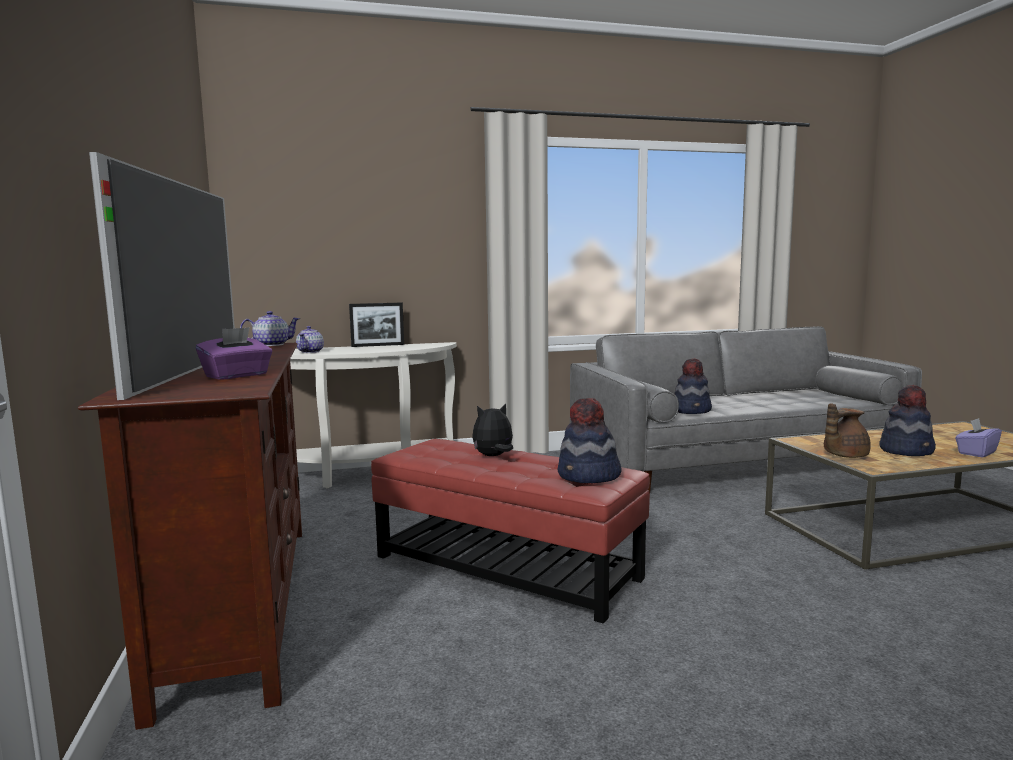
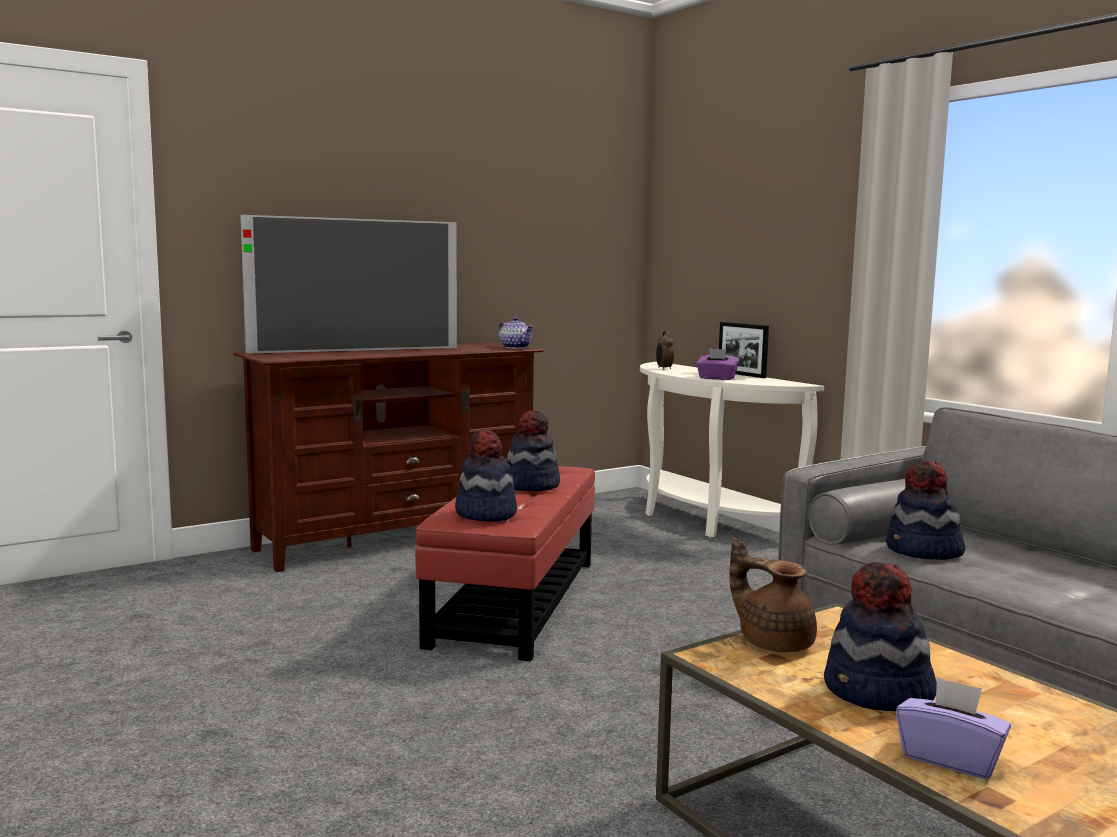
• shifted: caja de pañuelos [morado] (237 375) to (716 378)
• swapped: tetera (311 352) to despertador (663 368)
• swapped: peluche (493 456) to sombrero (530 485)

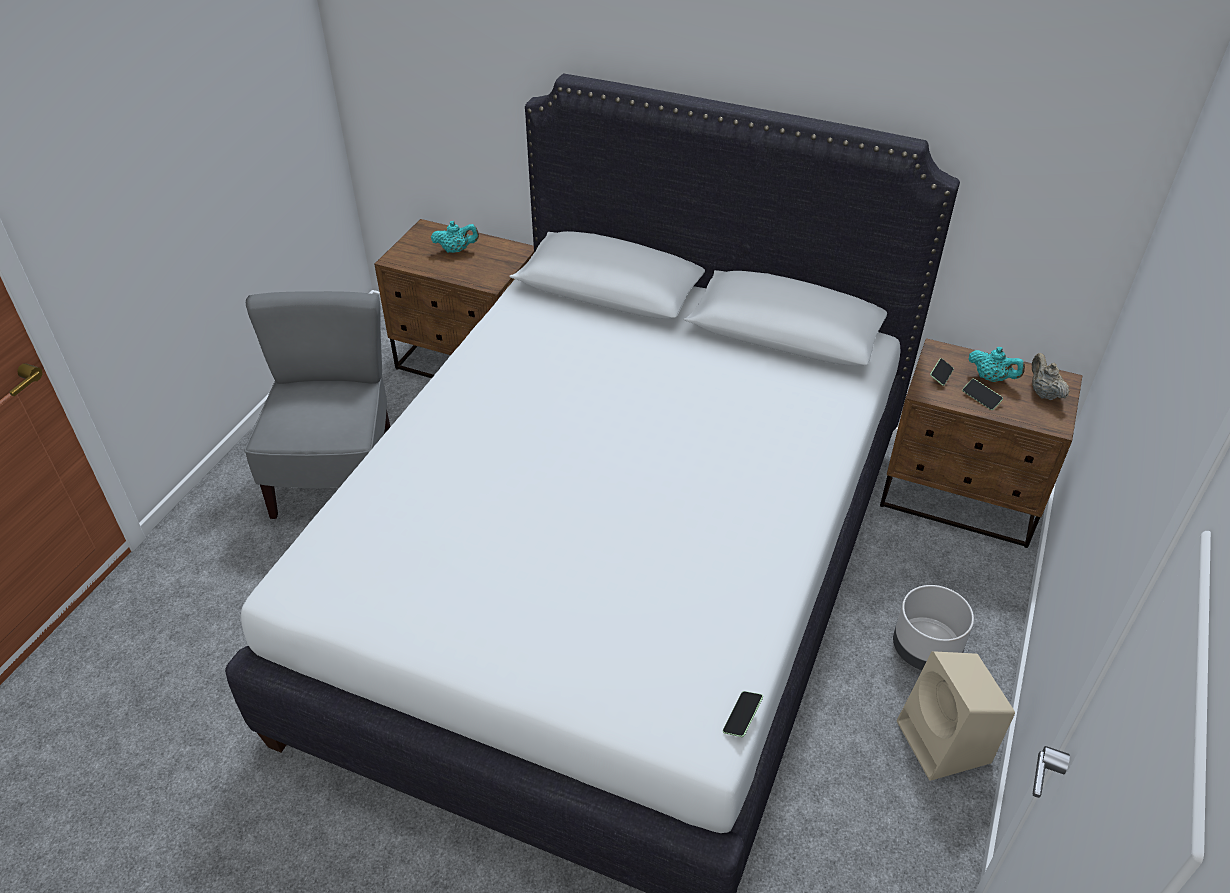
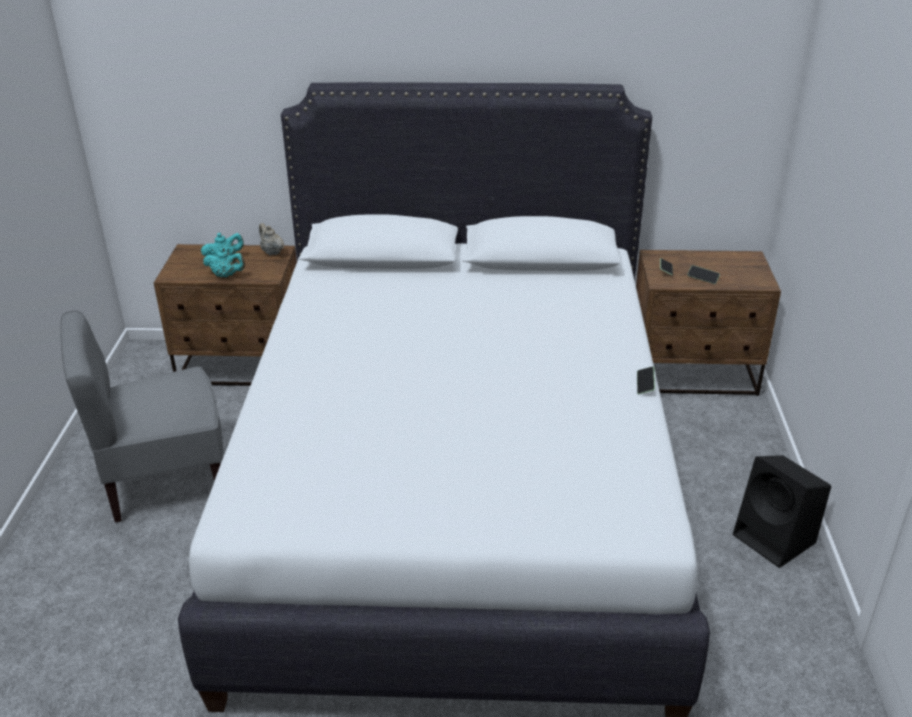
• gone: maceta [gris] (925 649)
• shifted: móvil (742 718) to (645 384)
• shifted: tetera [turquesa] (991 378) to (226 276)
• shifted: tetera [beis] (1043 393) to (272 252)
• repainted: altavoz [beis] (945 744) to altavoz [negro] (776 540)
• rotated: silla [gris] (338 479) = (165 481) 90 degrees counterclockwise

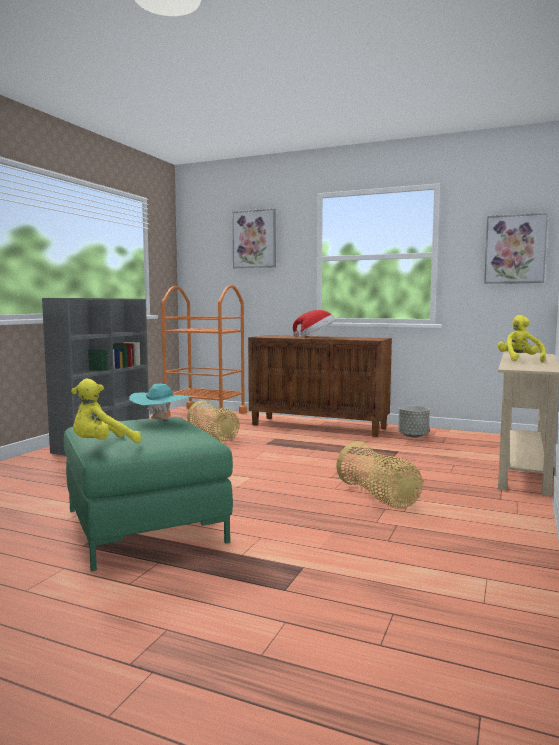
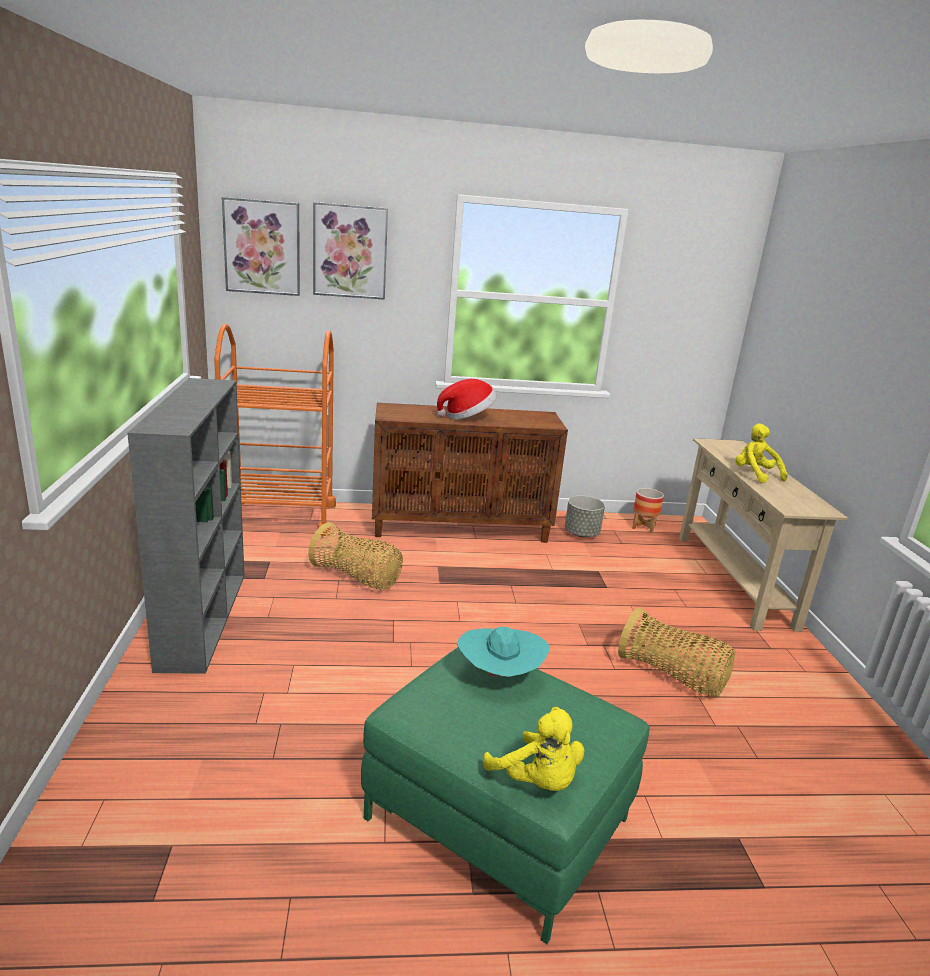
• new: maceta (643 527)
• shifted: cuadro (515 249) to (262 247)
• rotated: peluche [amarillo] (102 445) = (537 781) 60 degrees counterclockwise

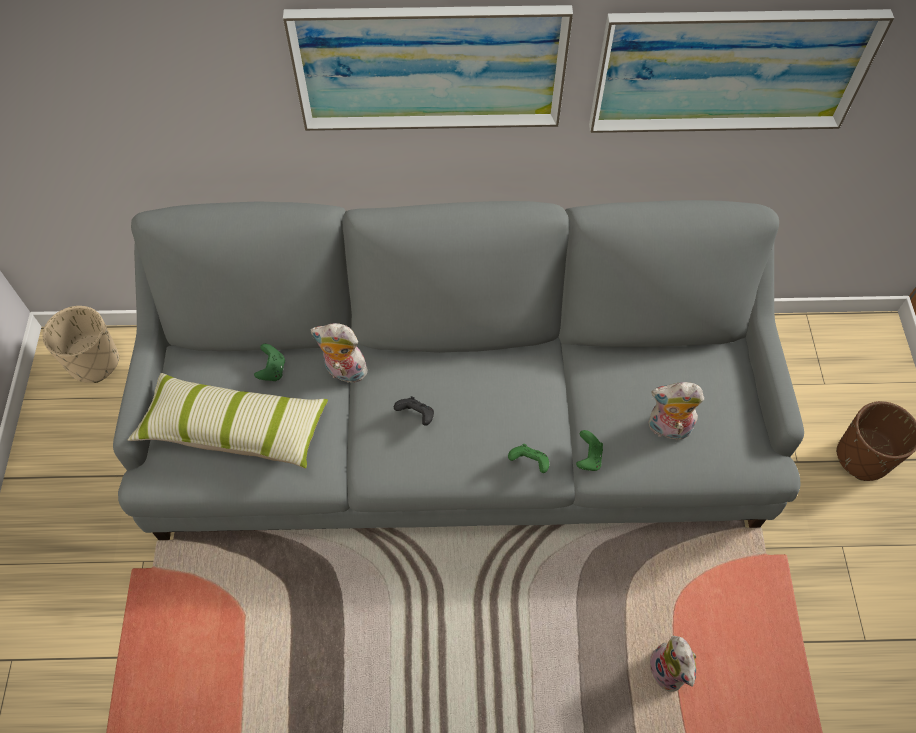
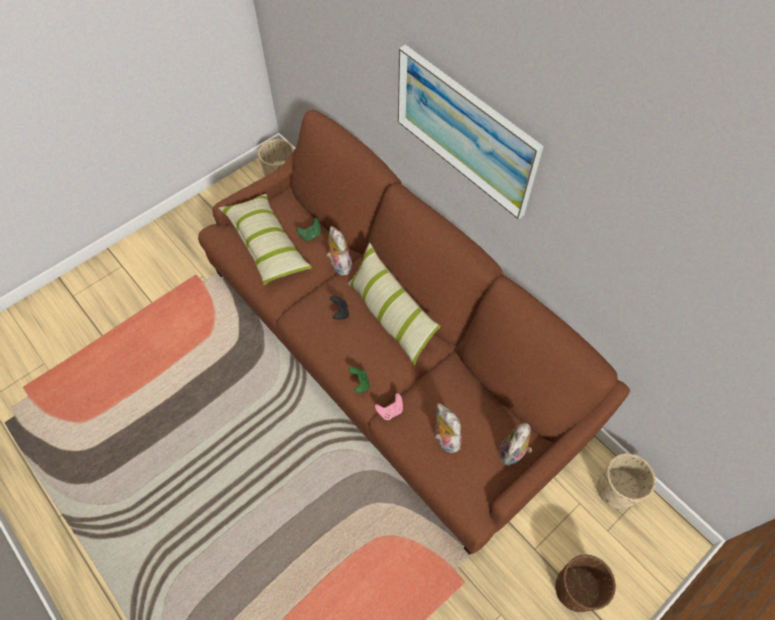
• gone: cuadro (730 70)
• new: cojín (390 316)
• new: maceta [beis] (616 489)
• shifted: peluche (669 671) to (512 454)
• repainted: sofá [gris] (459 428) to sofá [marrón] (387 352)
• repainted: mando de consola [verde] (588 458) to mando de consola [rosa] (390 411)

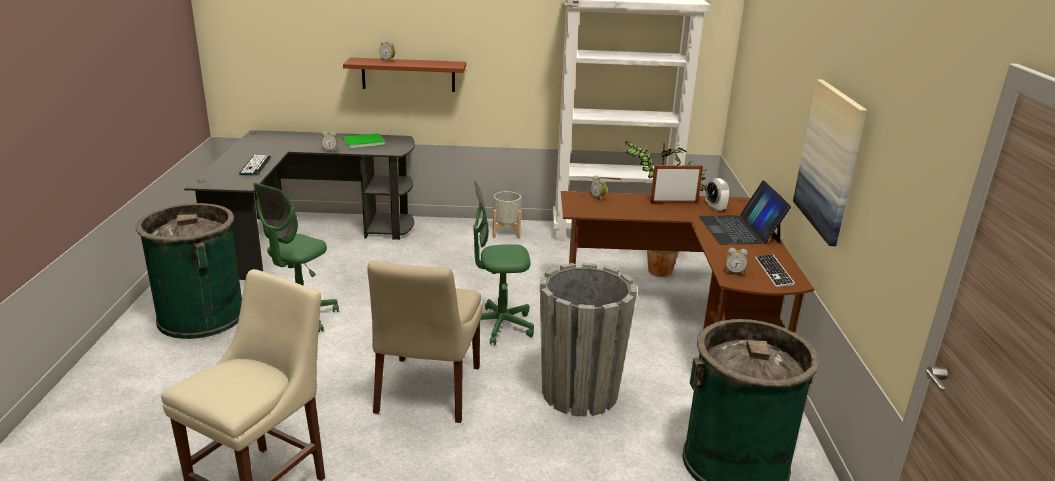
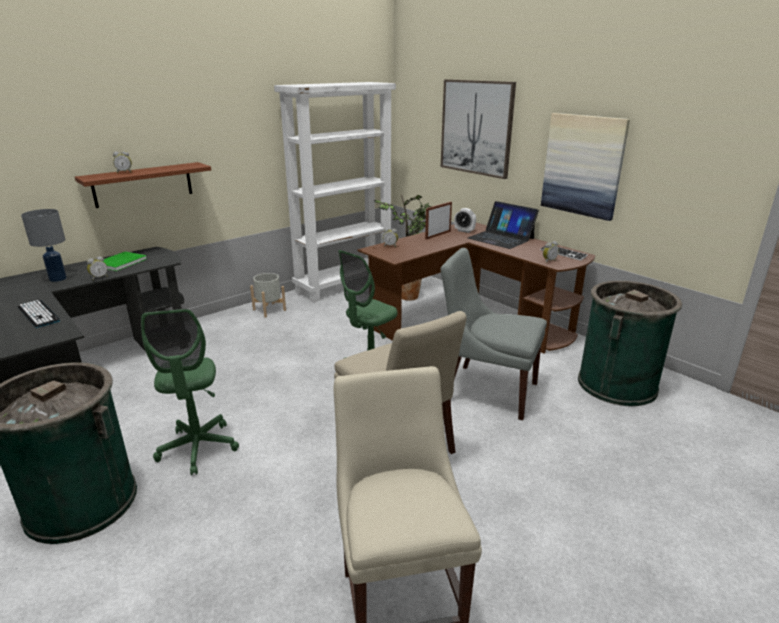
• new: lámpara de mesa [gris] (57 279)
• new: cuadro (476 127)
• swapped: maceta [gris] (579 392) to silla [gris] (487 390)

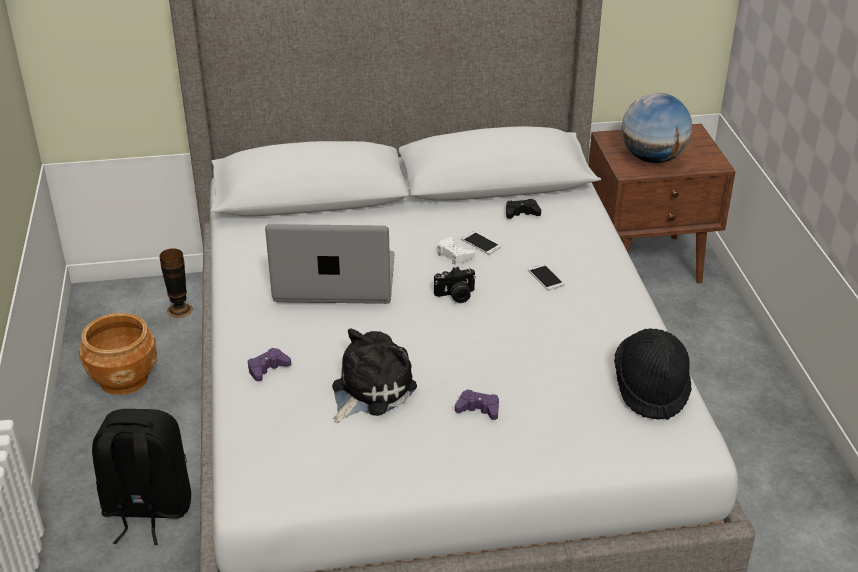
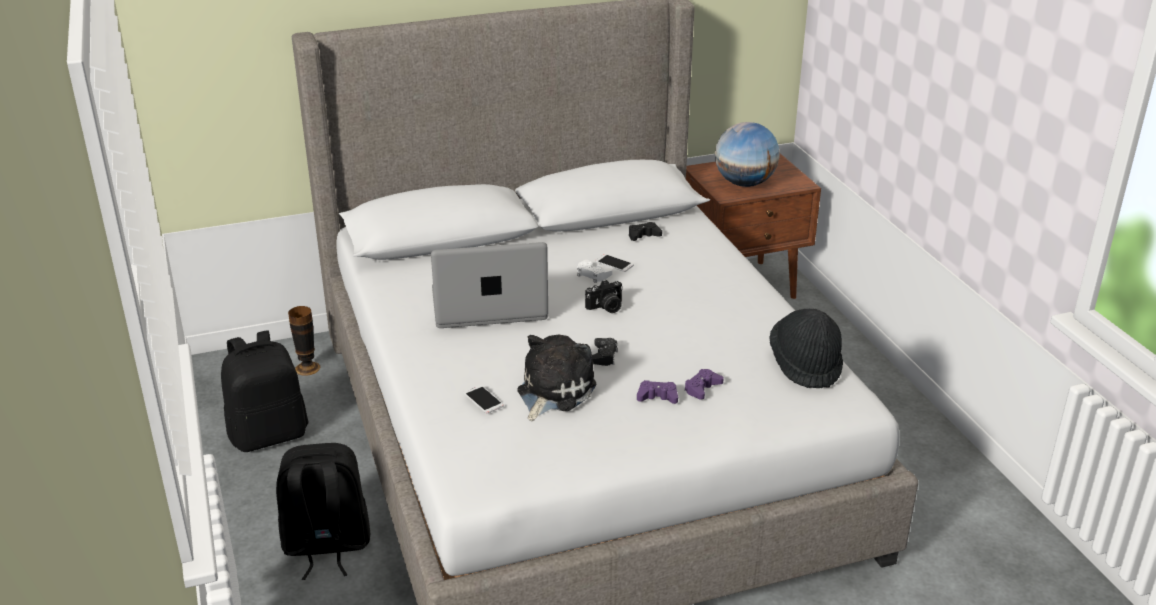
• new: mando de consola [negro] (604 356)
• shifted: mando de consola [morado] (268 368) to (702 388)
• shifted: móvil (545 277) to (483 399)
• swapped: maceta [marrón] (124 379) to mochila [negro] (269 434)

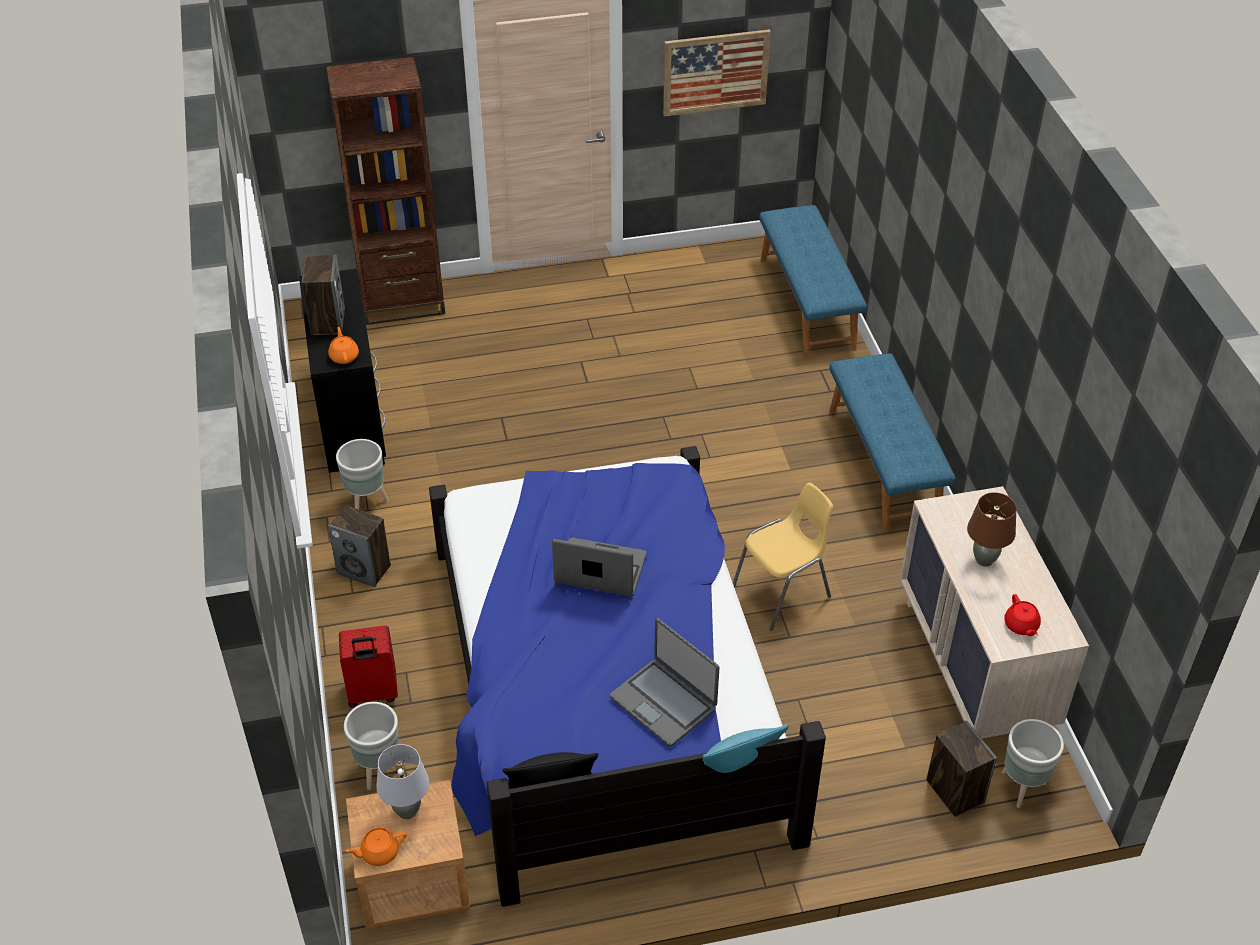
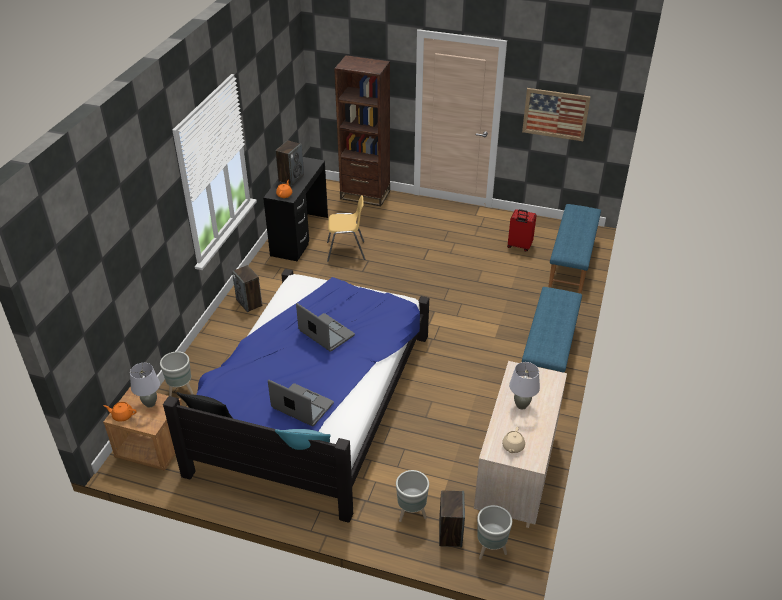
• shifted: maceta [gris] (367 502) to (412 513)
• shifted: maleta [rojo] (372 693) to (519 246)
• shifted: silla [amarillo] (782 593) to (346 251)
• repainted: lámpara de mesa [marrón] (984 560) to lámpara de mesa [gris] (521 405)
• repainted: tetera [rojo] (1021 626) to tetera [beis] (513 447)
• rotated: portátil (664 702) = (302 406) 135 degrees clockwise

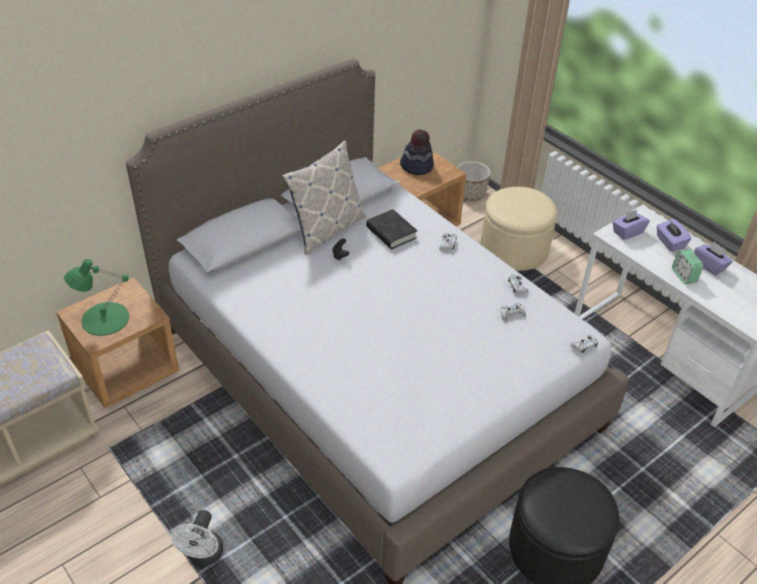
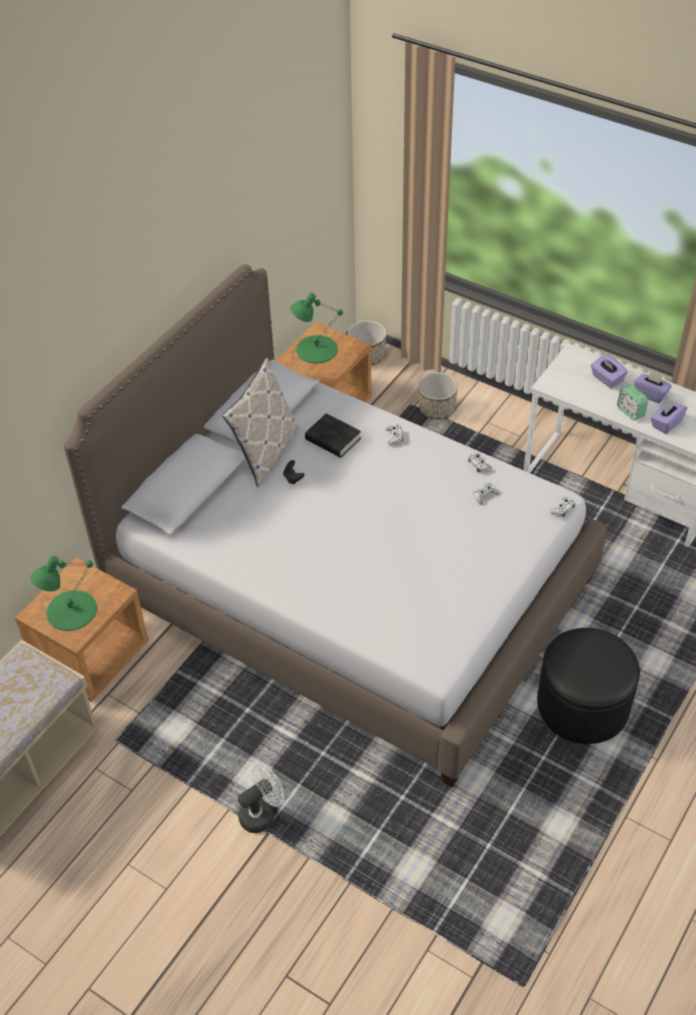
• shifted: caja de pañuelos [morado] (627 232) to (666 423)
• swapped: sombrero (416 166) to lámpara de mesa [verde] (316 349)
• swapped: puf [beis] (514 249) to maceta (436 410)
• rotated: ventilador [blanco] (203 556) = (261 813) 120 degrees counterclockwise

